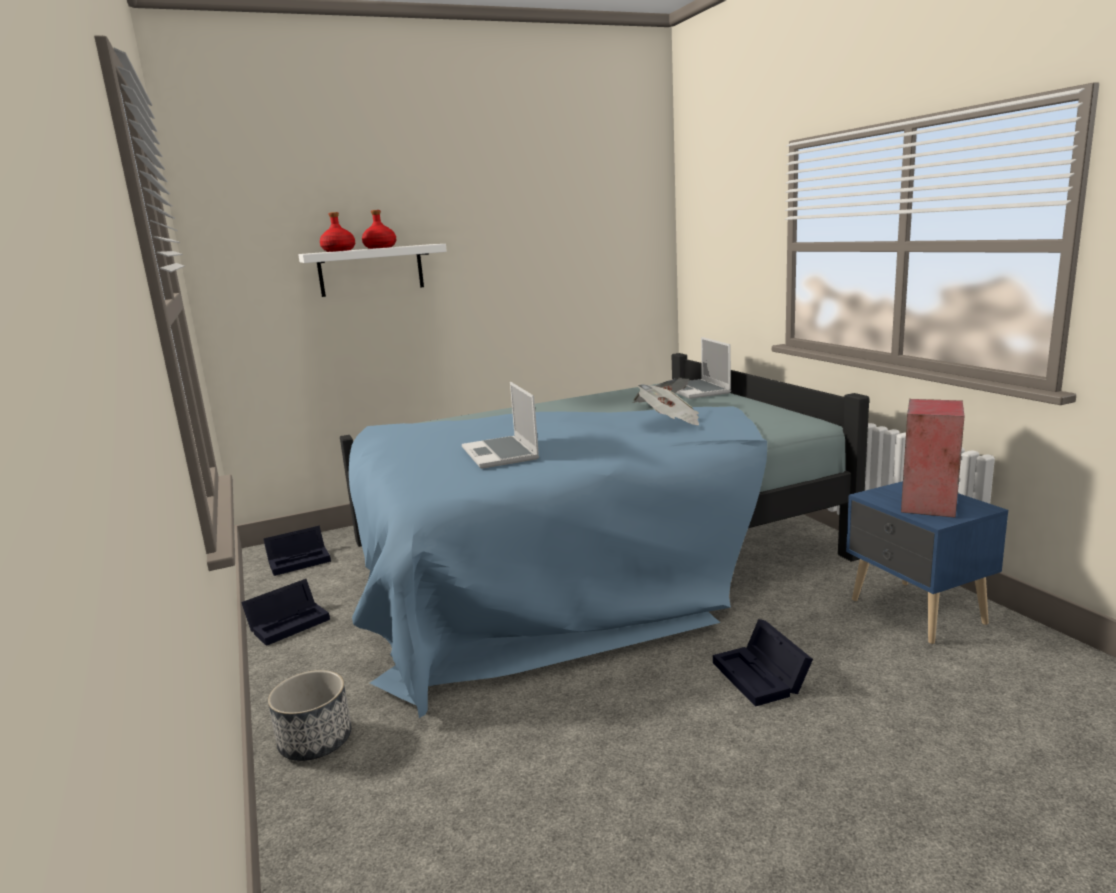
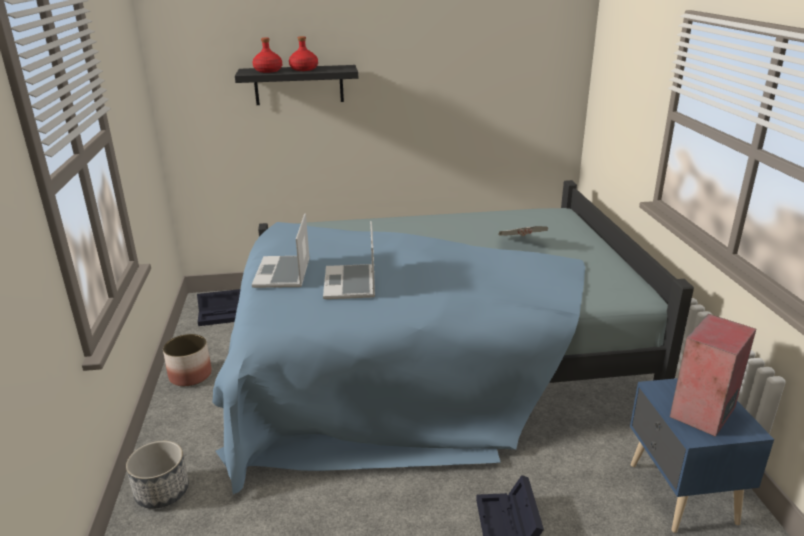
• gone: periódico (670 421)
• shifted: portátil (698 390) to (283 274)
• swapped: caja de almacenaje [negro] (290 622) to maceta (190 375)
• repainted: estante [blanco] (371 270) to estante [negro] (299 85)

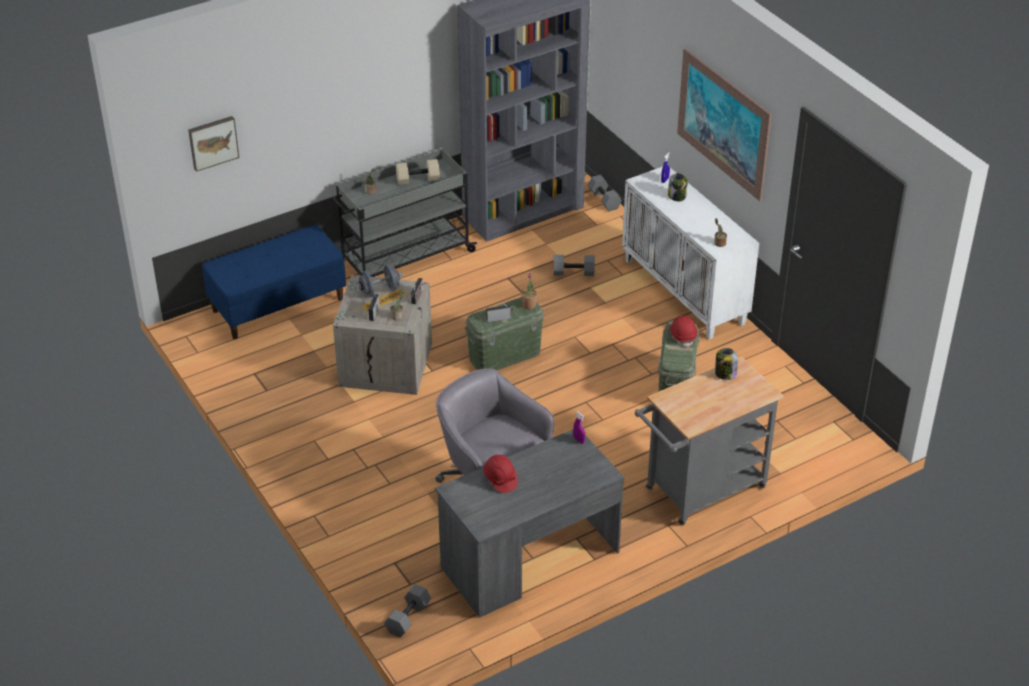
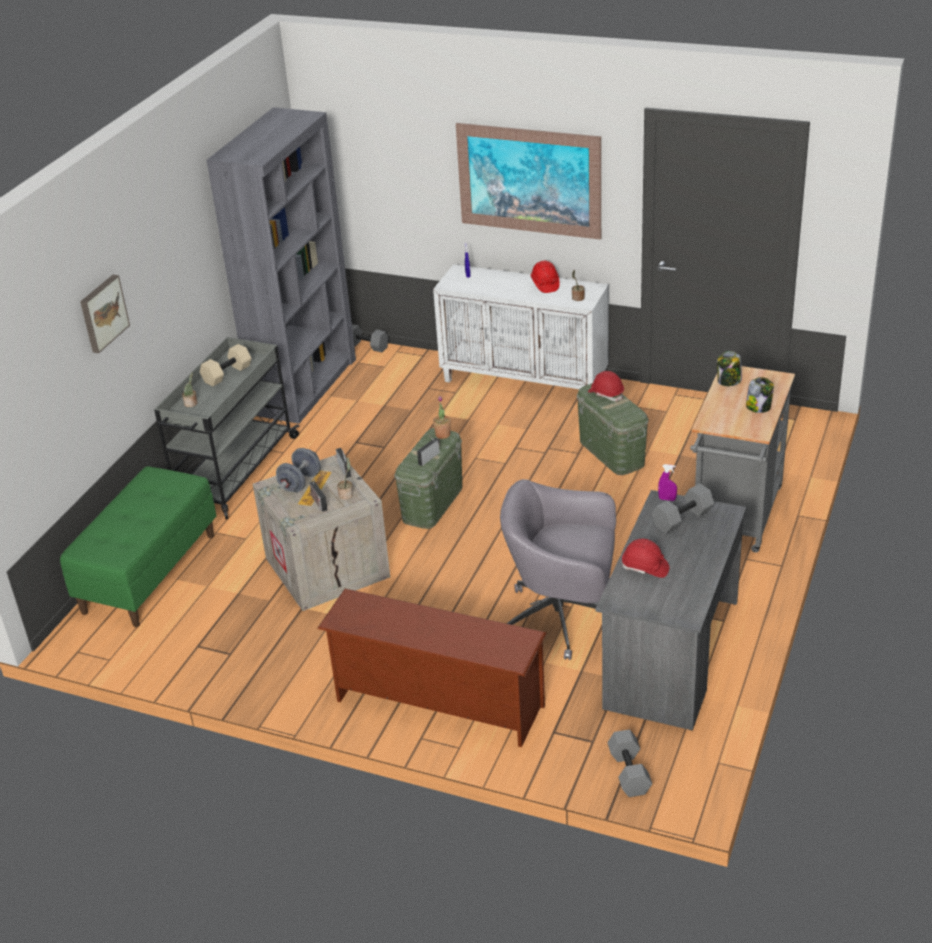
• new: zapatero [marrón] (437 704)
• new: casco [rojo] (545 284)
• shifted: cuadro (213 142) to (102 313)
• shifted: mancuerna [gris] (574 272) to (682 518)
• shifted: tarro (677 196) to (759 407)
• repainted: banco [azul] (278 304) to banco [verde] (149 572)

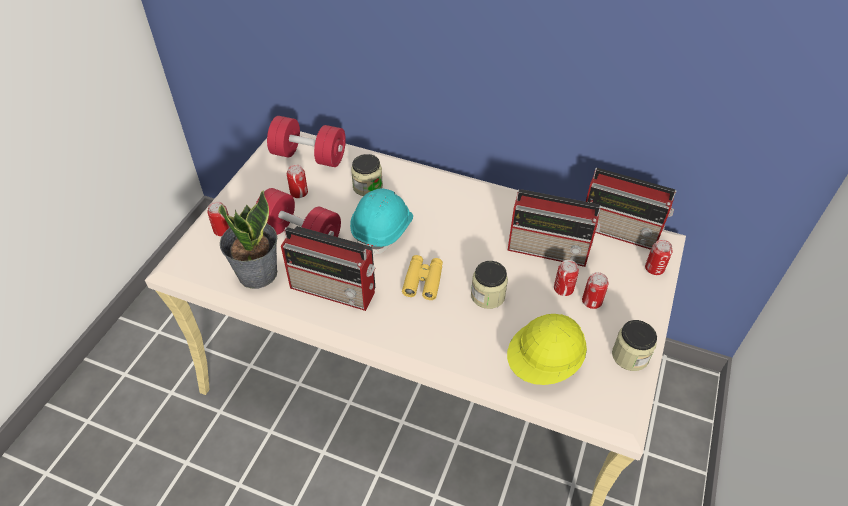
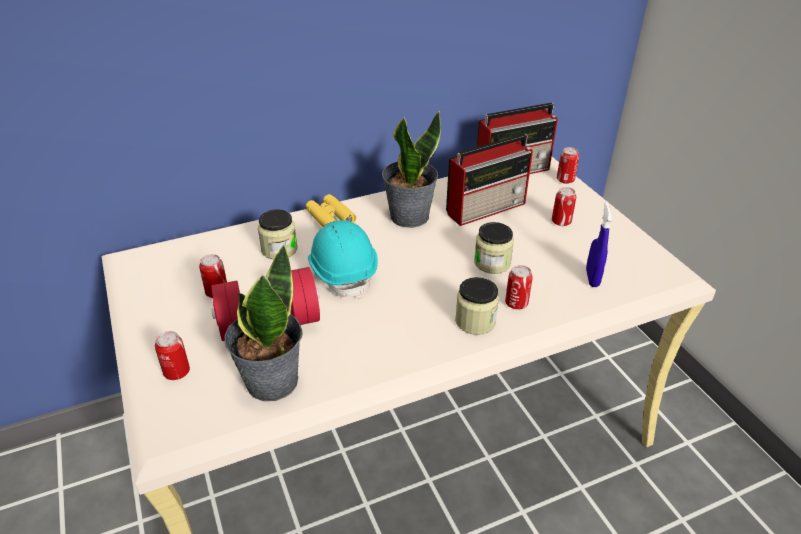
• gone: mancuerna [rojo] (309 156)
• gone: radio (335 290)
• new: planta en maceta (409 216)
• shifted: prismáticos [amarillo] (423 281) to (330 218)
• shifted: lata (563 289) to (516 303)
• shifted: tarro (630 356) to (475 321)
• swapped: casco [amarillo] (544 363) to pulverizador [azul] (592 278)

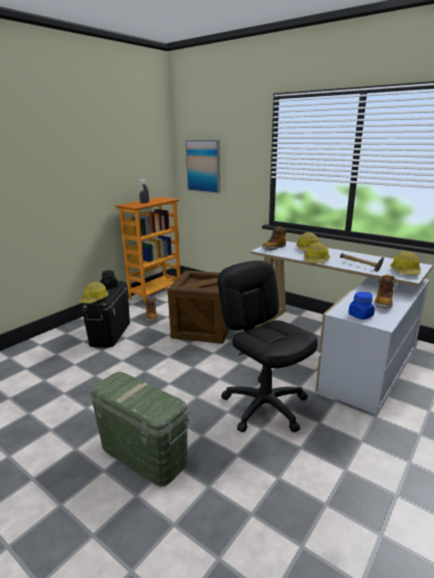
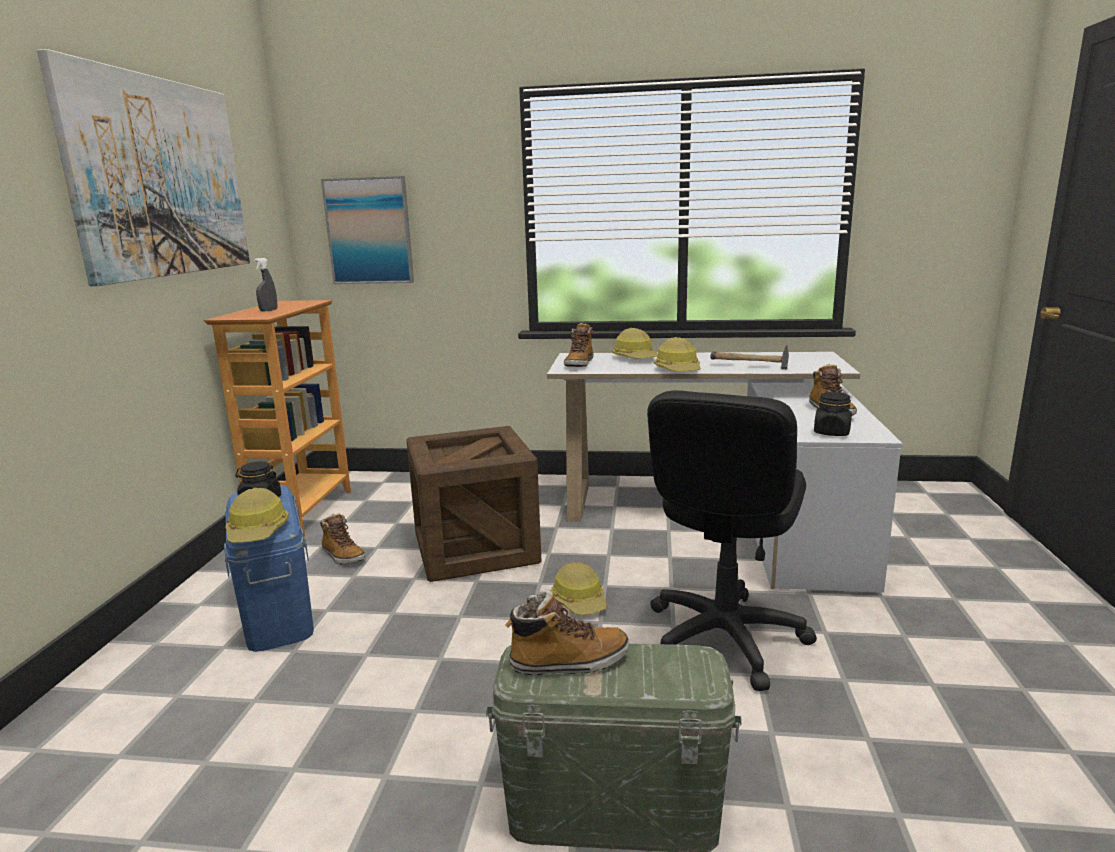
• new: cuadro (160 178)
• new: bota (569 662)
• shifted: casco (406 271) to (580 601)
• repainted: caja de almacenaje [negro] (110 333) to caja de almacenaje [azul] (277 610)
• repainted: tarro [azul] (360 315) to tarro [negro] (832 432)
• rotated: silla de oficina [negro] (265 406) = (723 638) 90 degrees counterclockwise

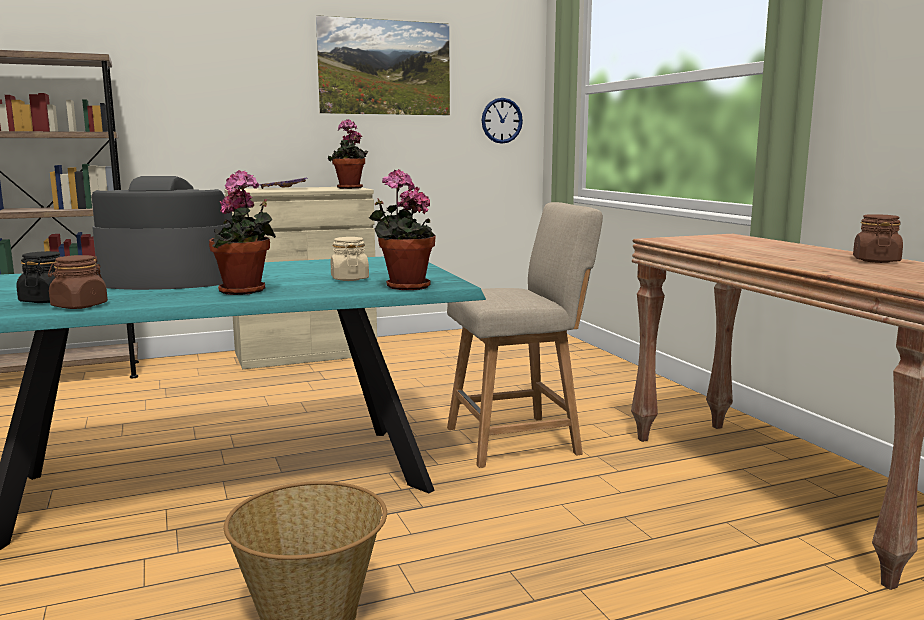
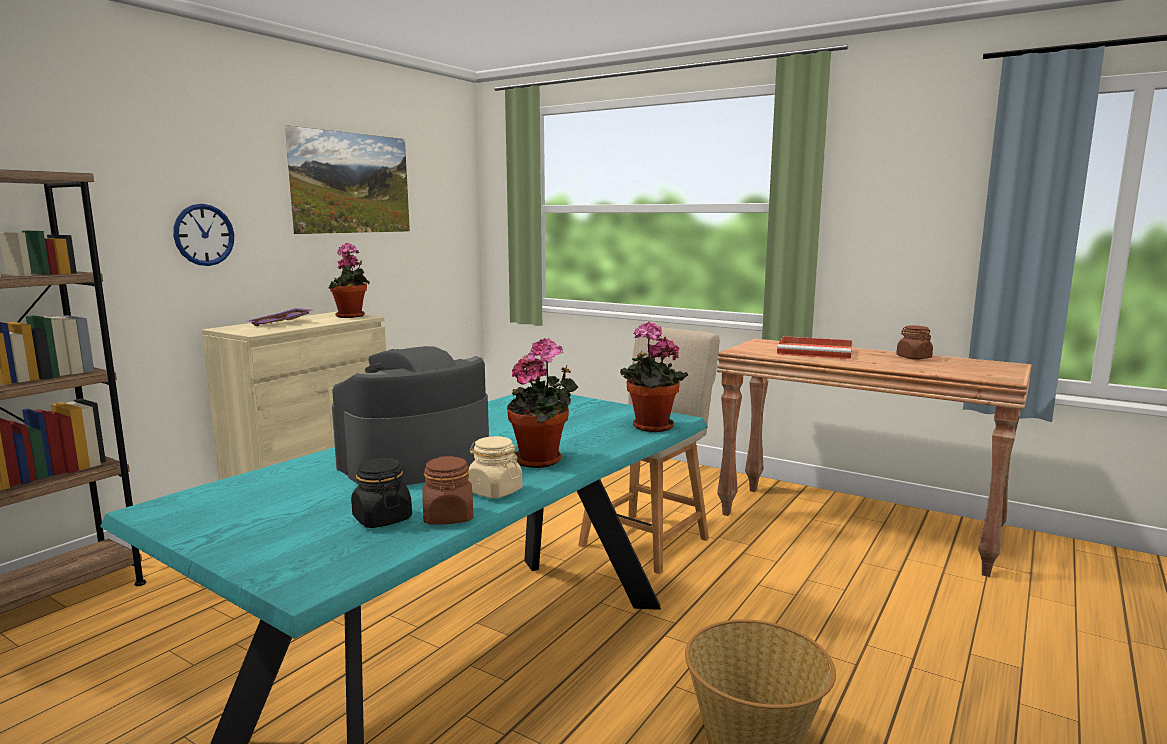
• new: bandeja [rojo] (816 351)
• shifted: tarro [beis] (349 279) to (494 491)
• shifted: reloj de pared (501 120) to (204 235)

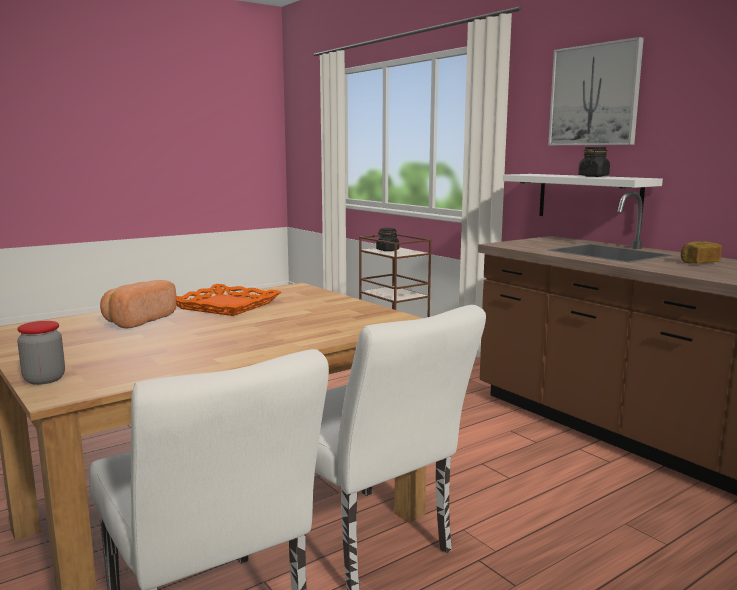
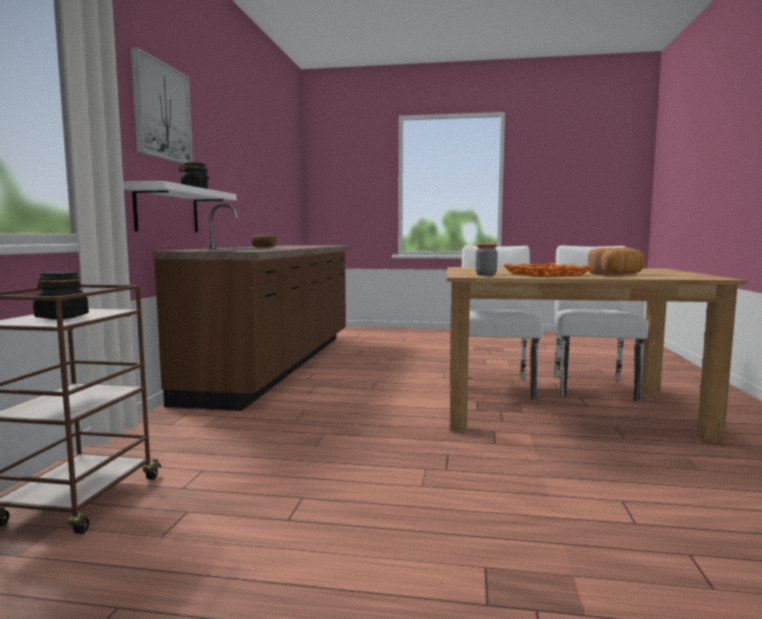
• shifted: tarro (44 379) to (486 275)

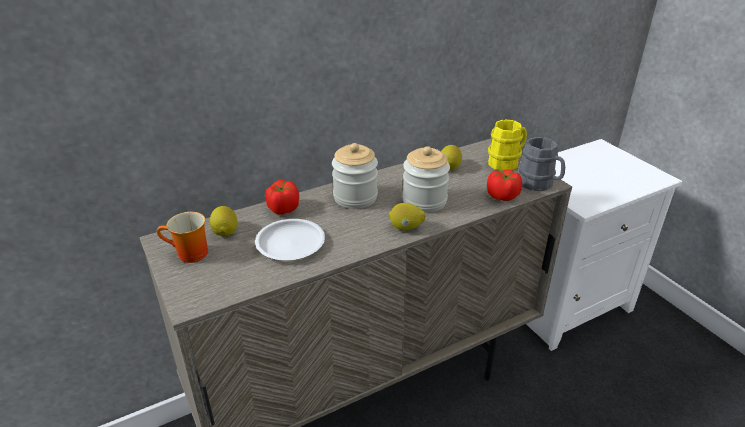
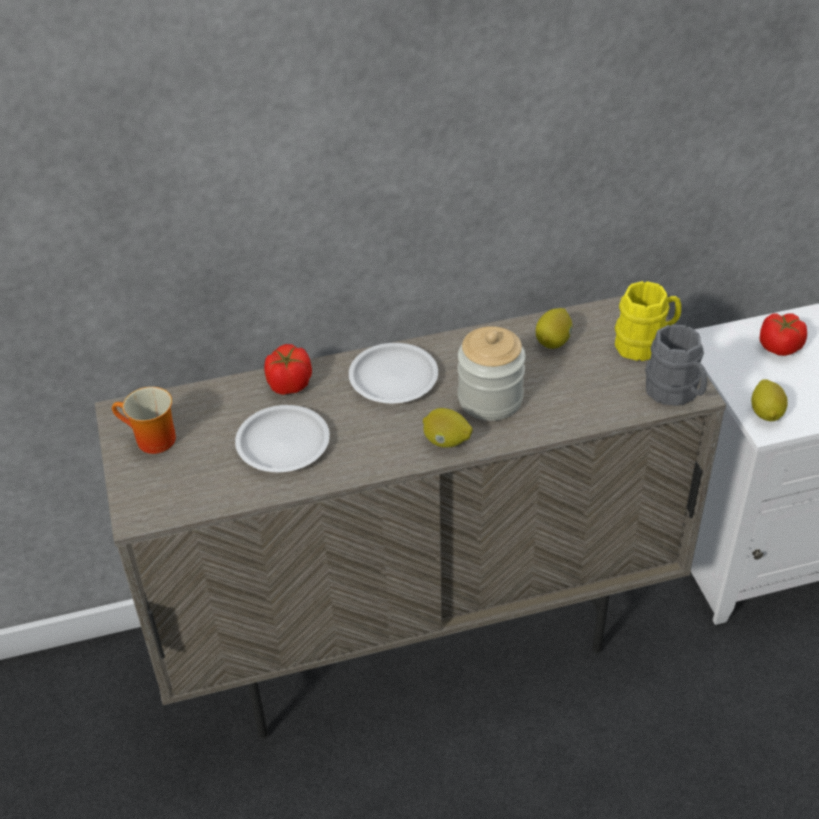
• shifted: limón (225 231) to (766 413)
• shifted: tomate (502 196) to (780 347)
• swapped: tarro (355 197) to plato [blanco] (394 378)

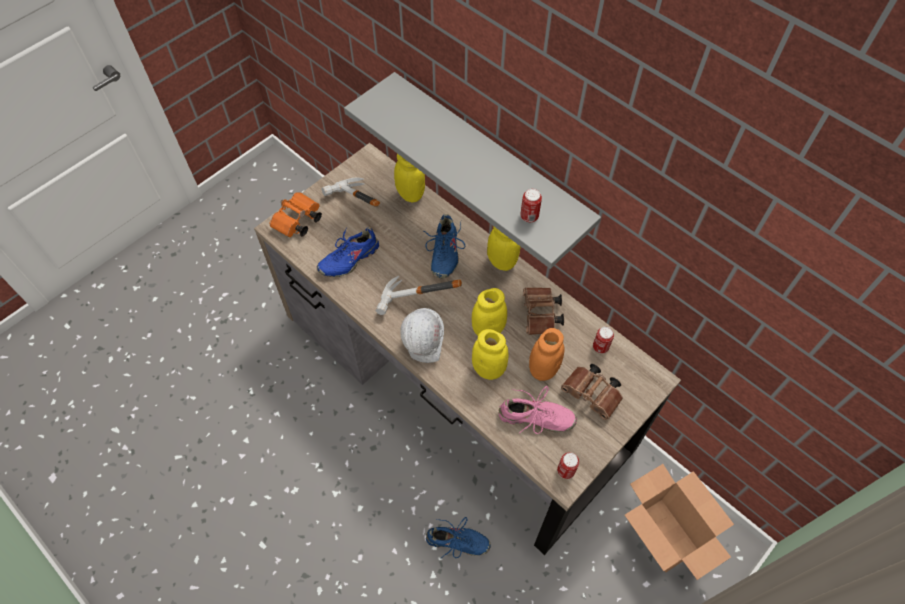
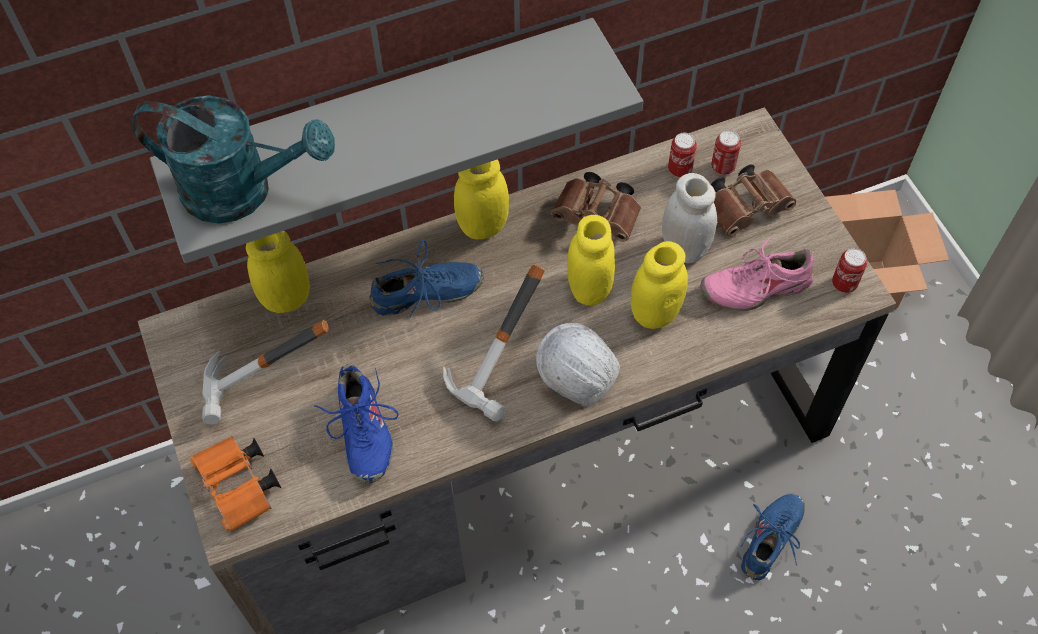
• new: regadera [turquesa] (243 190)
• shifted: lata (529 216) to (723 167)
• repainted: tarro [naranja] (543 369) to tarro [blanco] (684 248)
• rotated: zapato [azul] (444 253) = (426 295) 45 degrees counterclockwise
• rotated: zapato [rosa] (536 418) = (755 287) 135 degrees counterclockwise

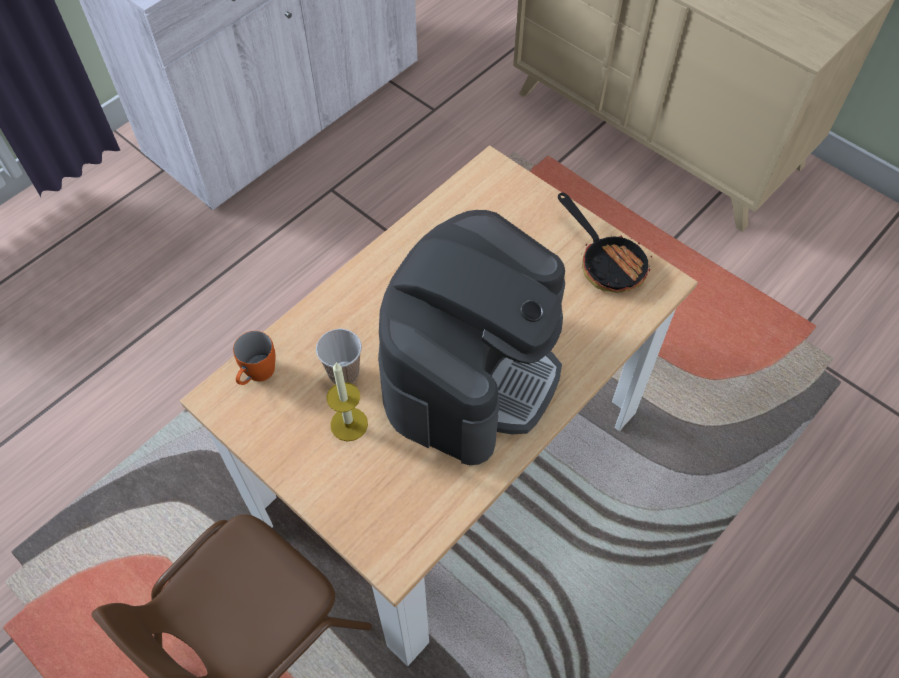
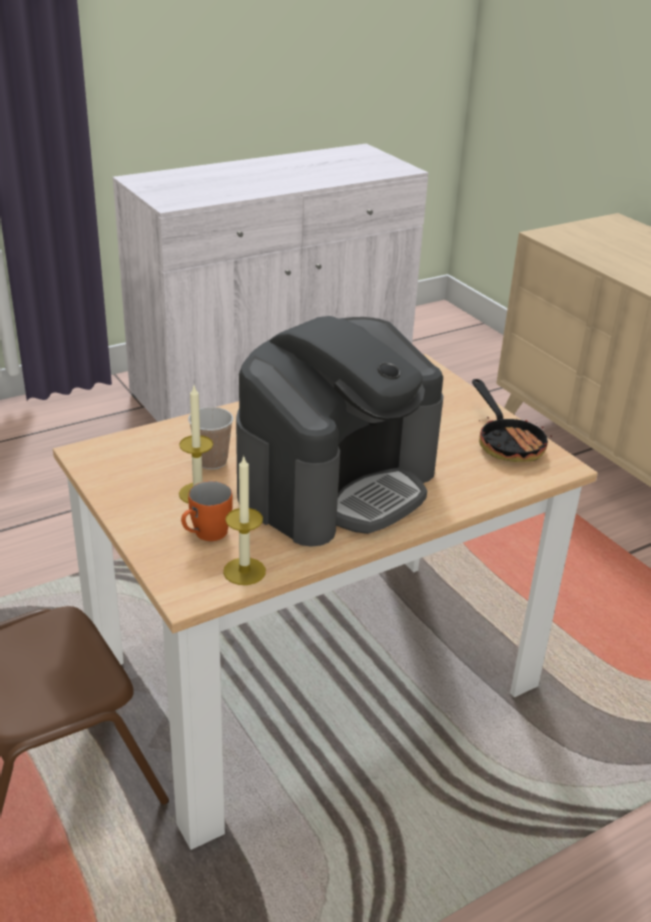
• new: vela (244 571)
• shifted: taza grande [naranja] (257 375) to (205 535)

